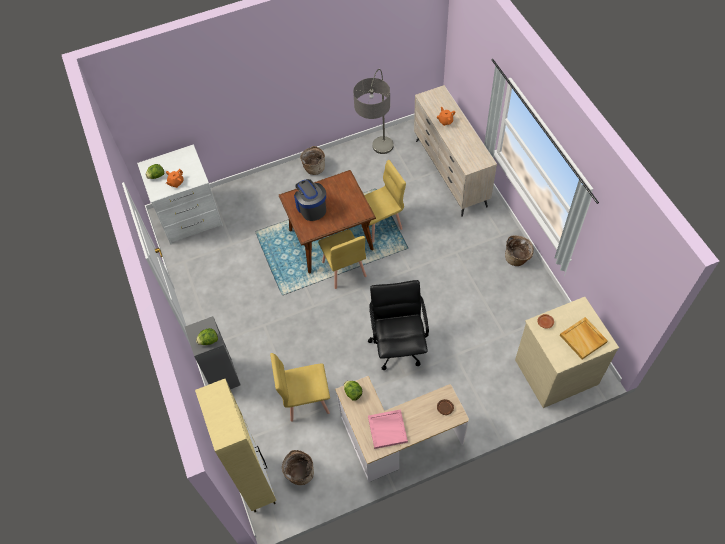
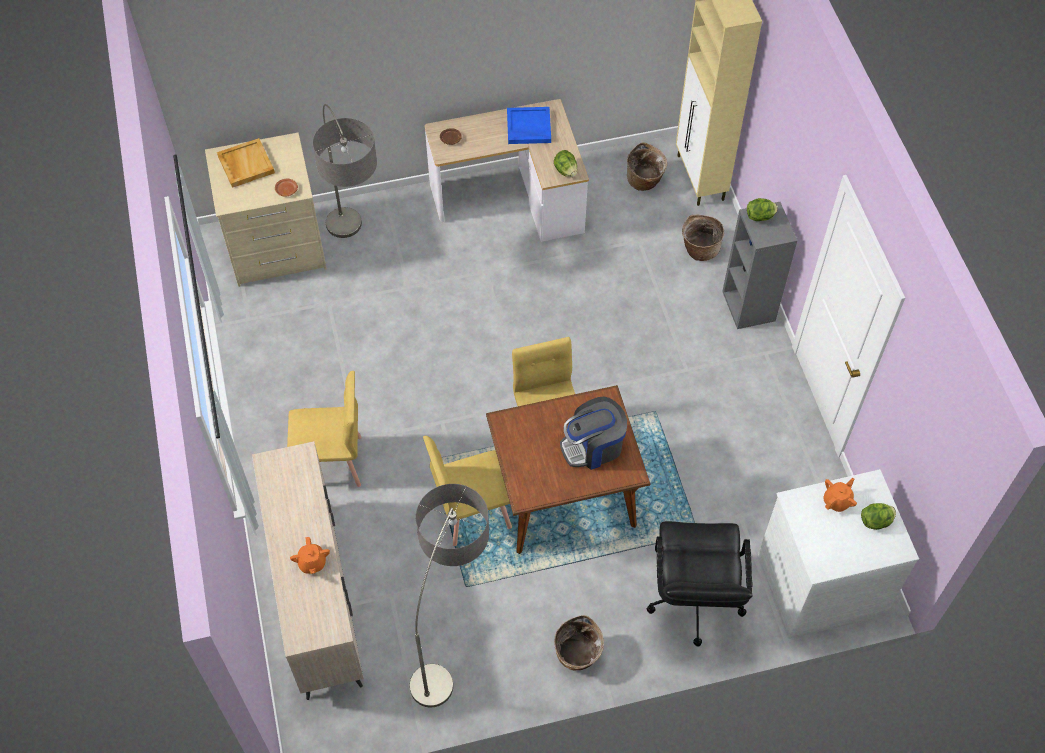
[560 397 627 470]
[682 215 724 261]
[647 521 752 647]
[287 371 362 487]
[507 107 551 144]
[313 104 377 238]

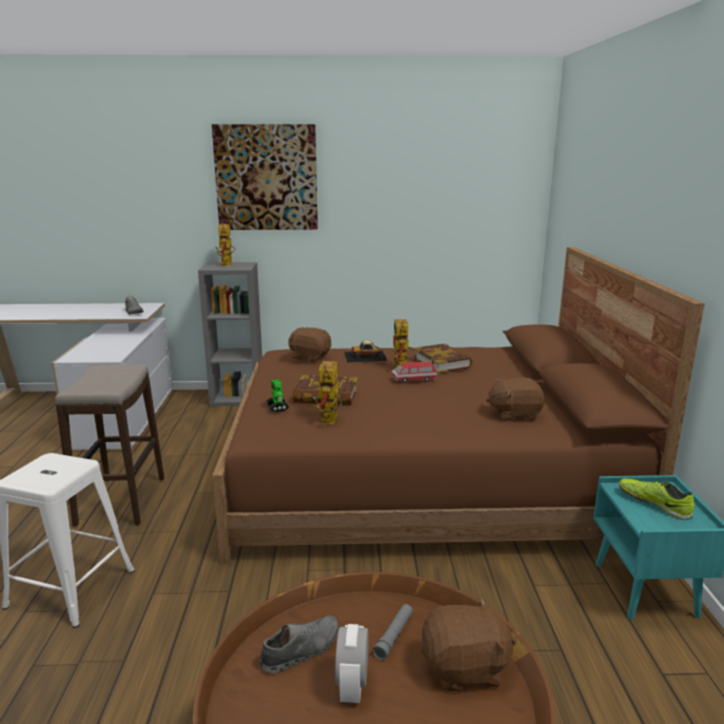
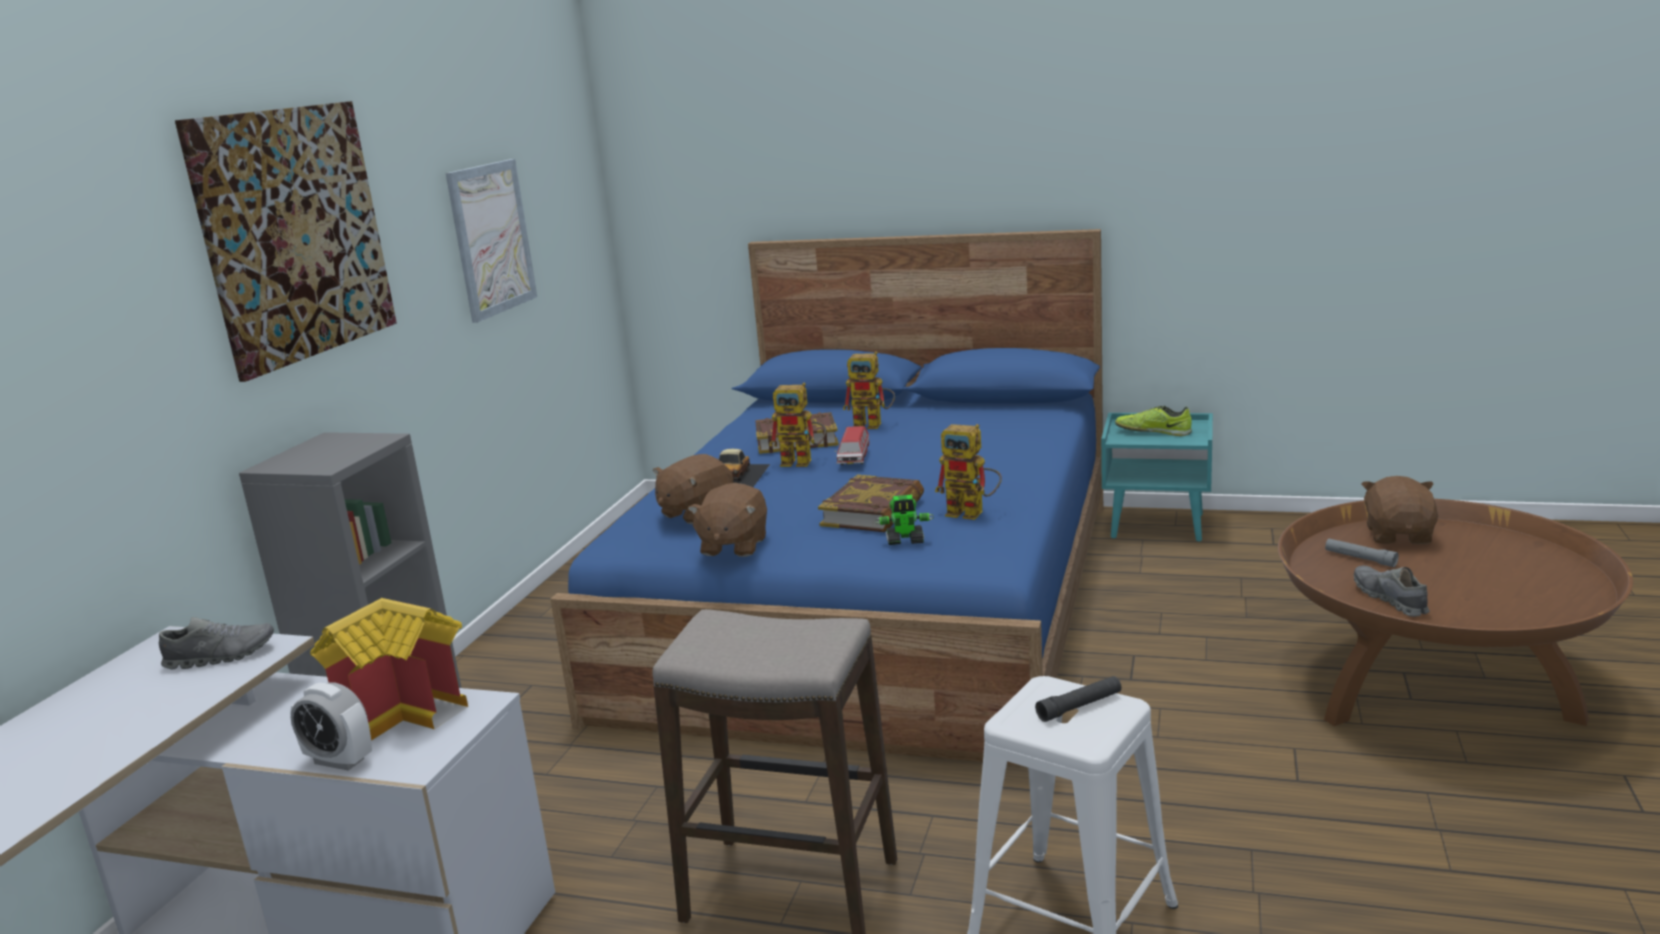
[843 351 895 429]
[550 229 1103 765]
[688 483 767 557]
[1115 406 1192 436]
[290 683 372 771]
[446 159 537 323]
[310 598 468 741]
[1035 676 1122 722]

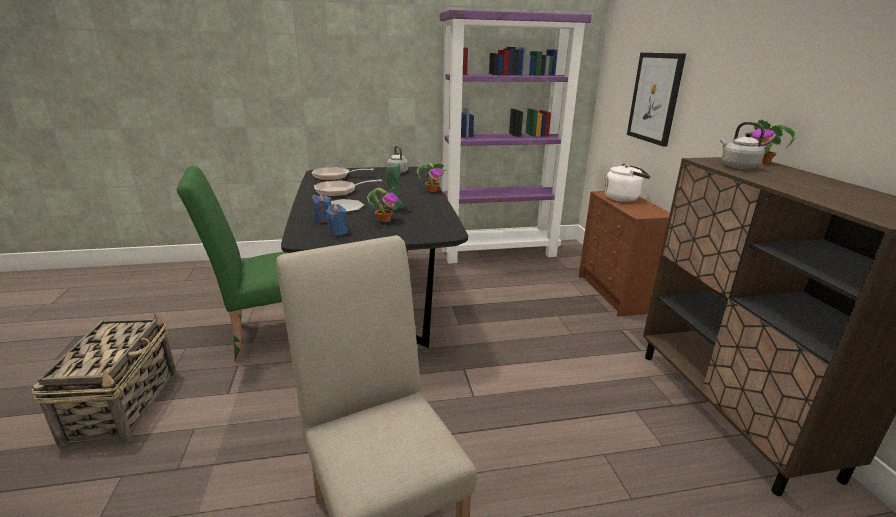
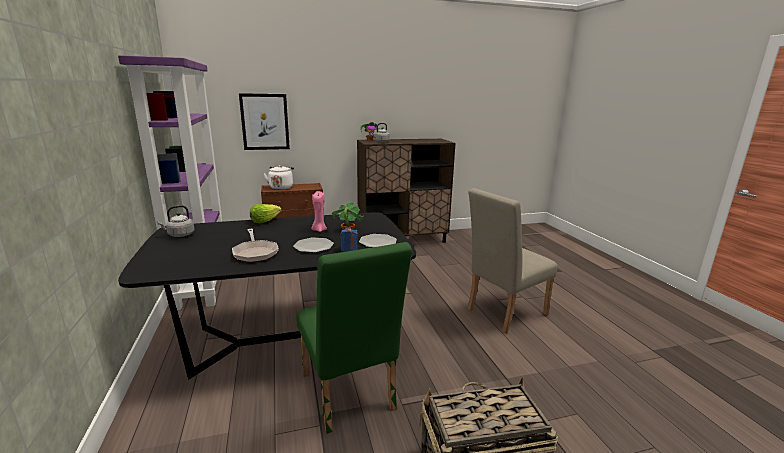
[250 204 282 223]
[312 191 327 232]
[312 167 373 180] (first image)
[359 234 397 247]

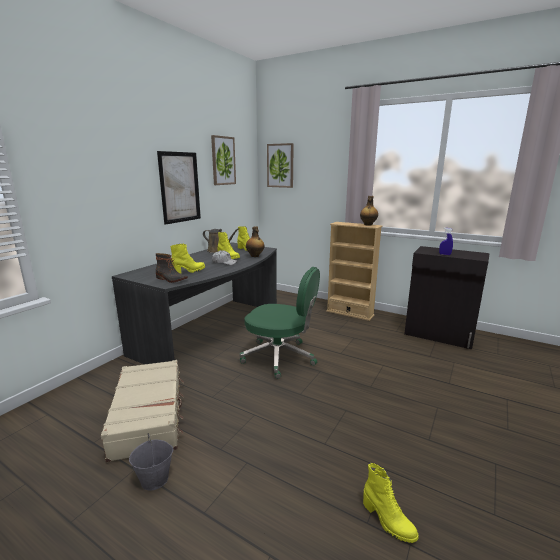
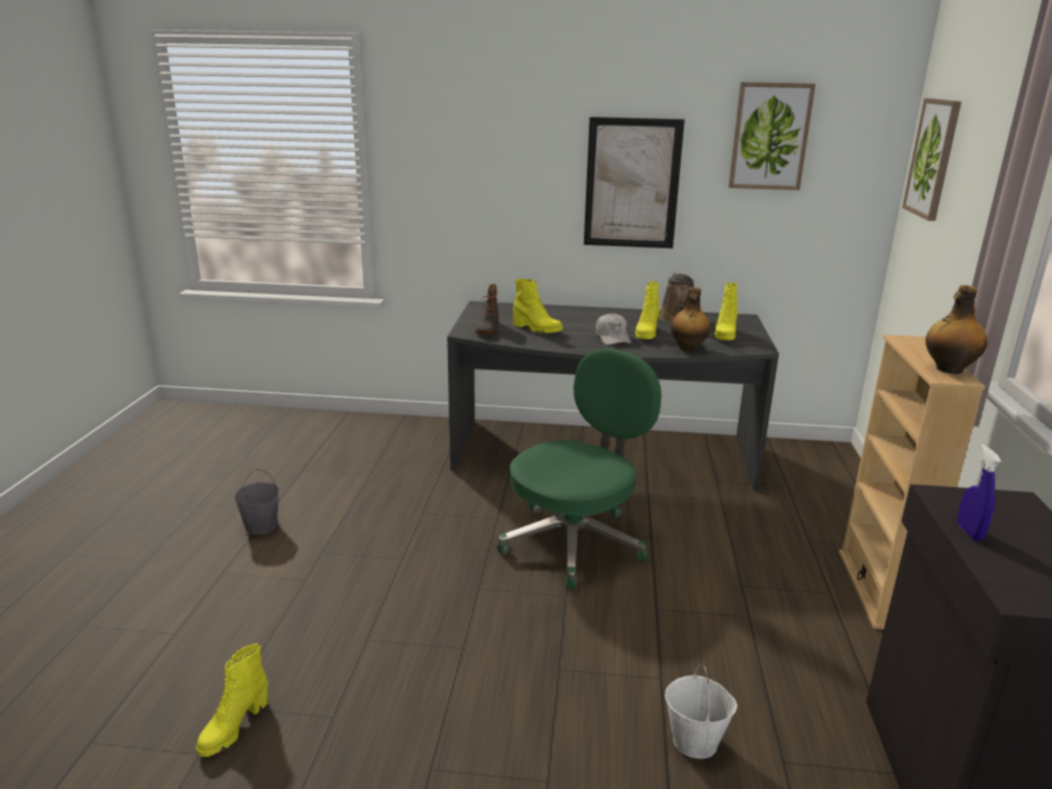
[497 348 662 589]
[101 360 184 462] (first image)
[665 664 737 759]

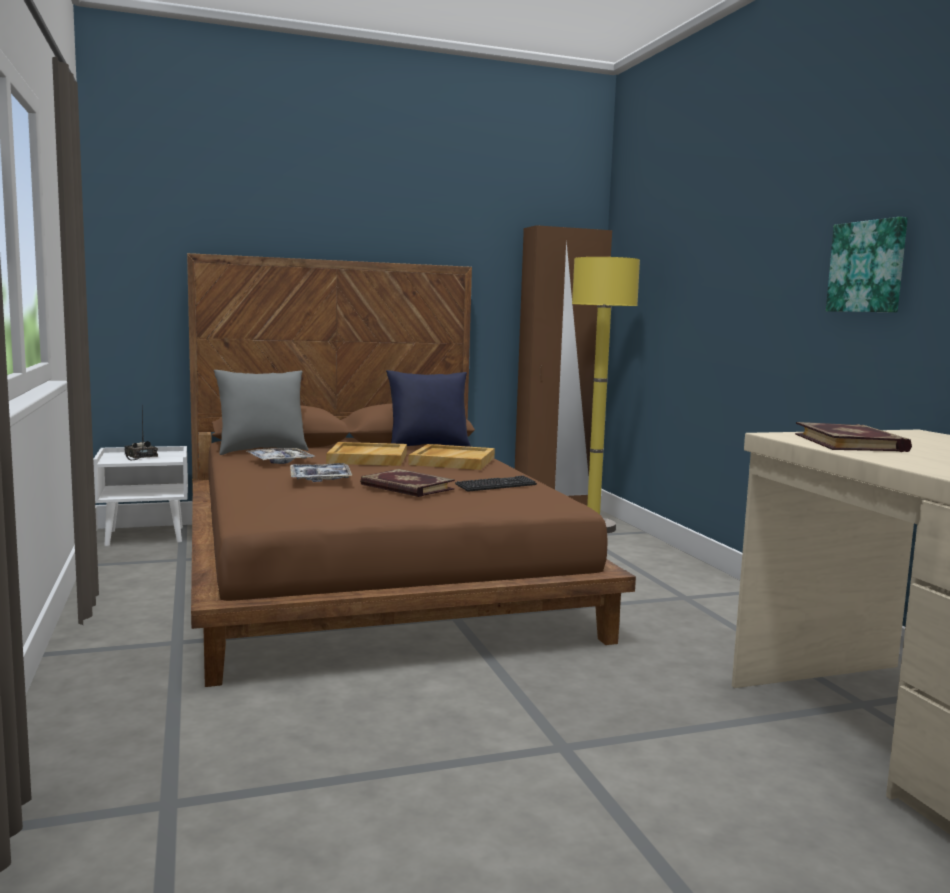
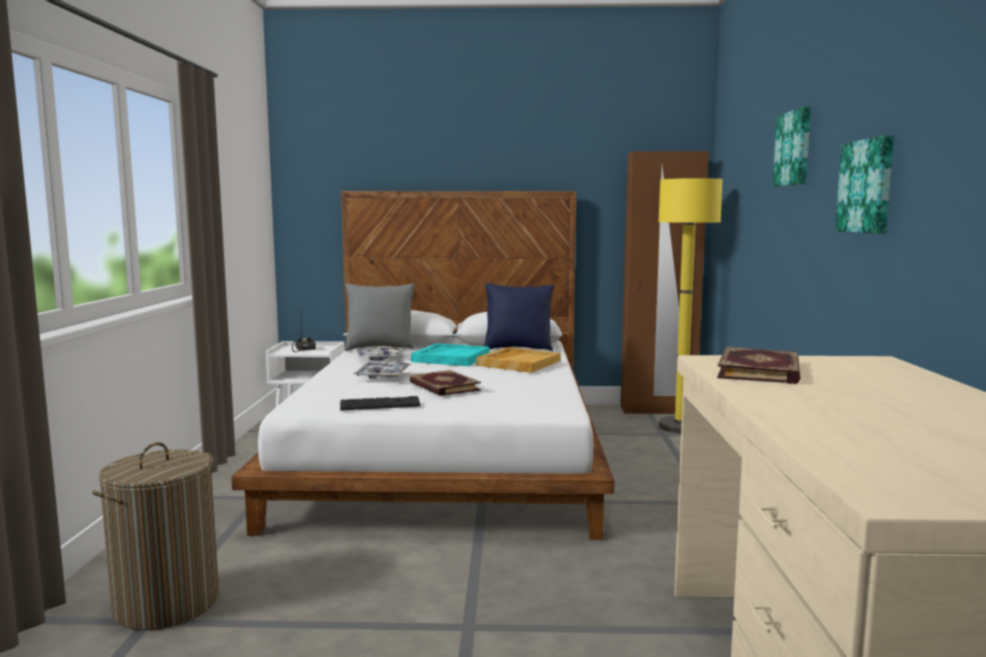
[231 191 615 540]
[411 343 490 366]
[340 396 420 411]
[772 107 811 187]
[92 442 219 630]

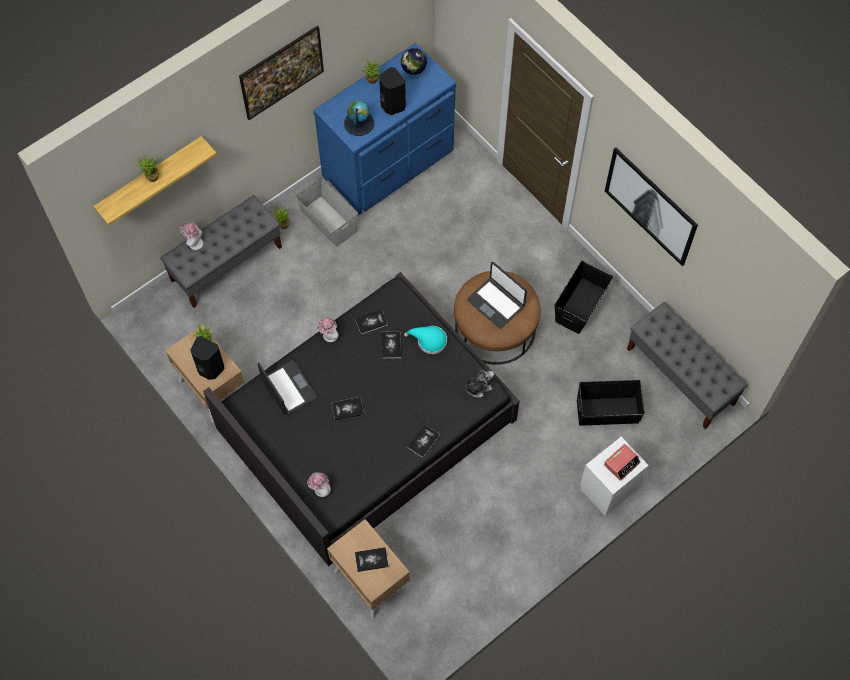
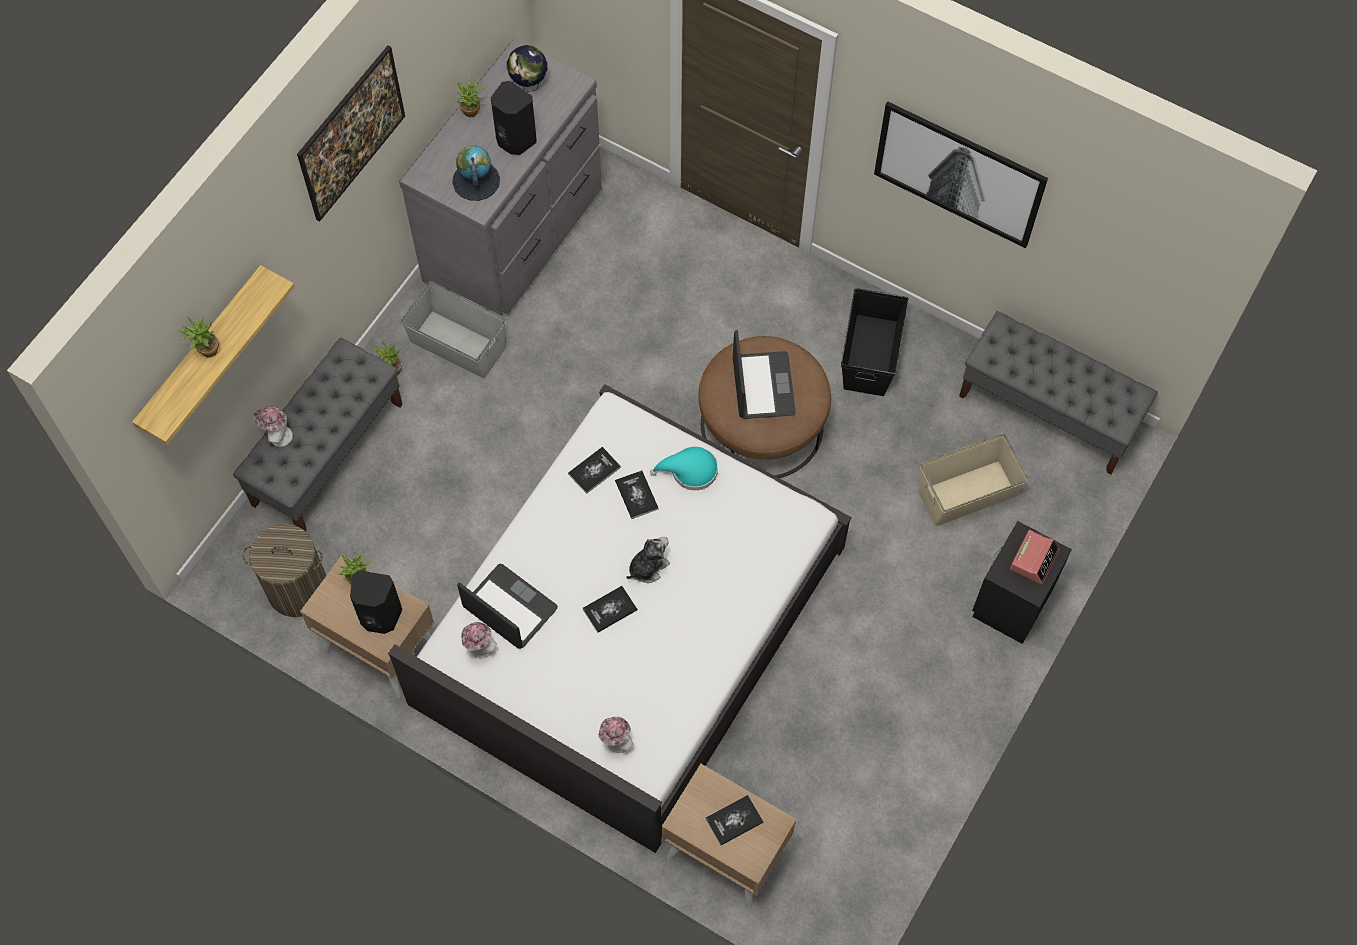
[399 39 602 316]
[733 330 796 419]
[388 384 852 853]
[461 622 497 658]
[626 537 670 583]
[918 433 1028 526]
[407 424 440 458] (first image)
[972 521 1072 644]
[242 524 326 617]

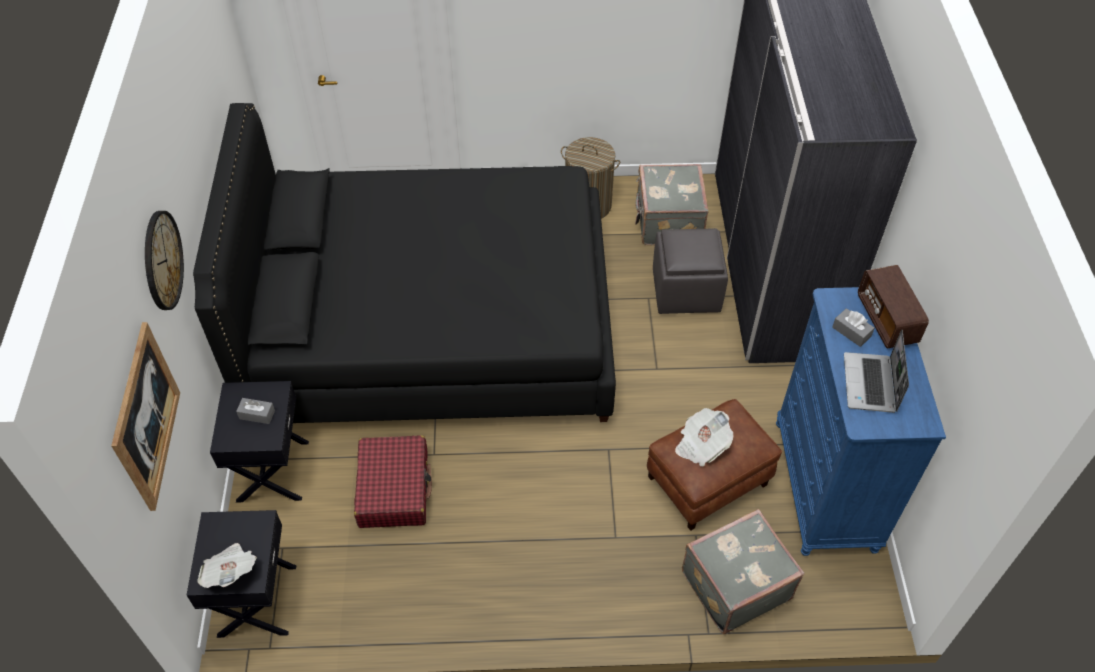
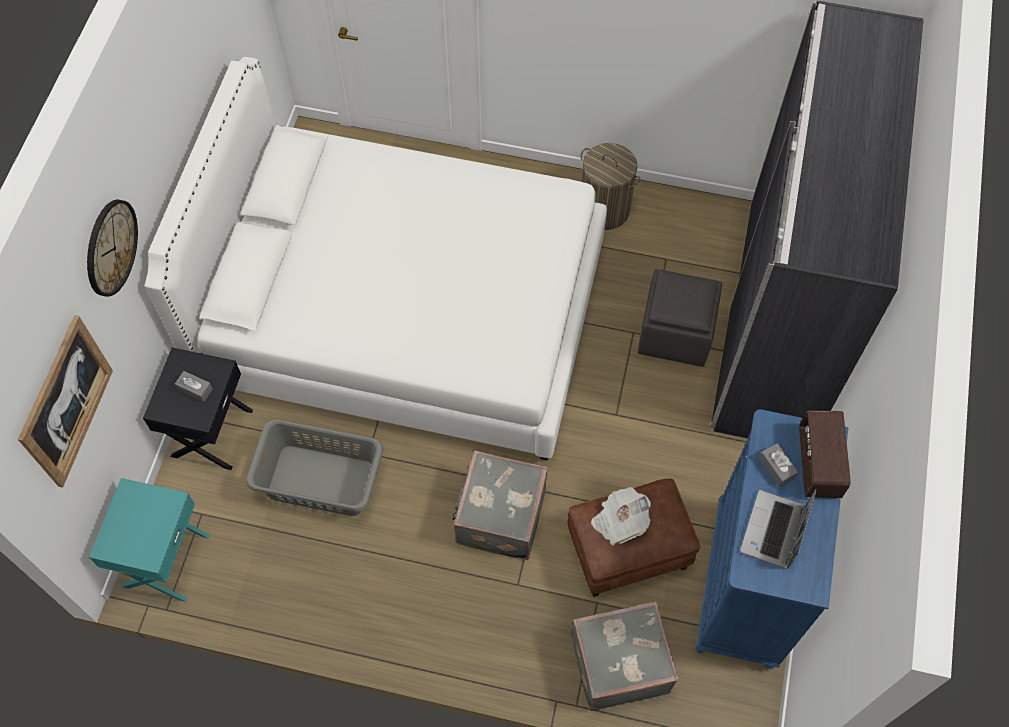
[145 57 607 461]
[452 450 548 560]
[246 419 383 516]
[89 478 210 602]
[197 543 257 588] (first image)

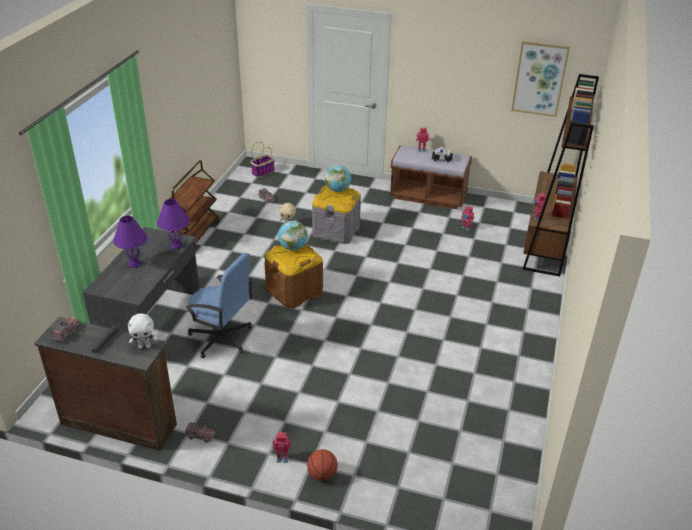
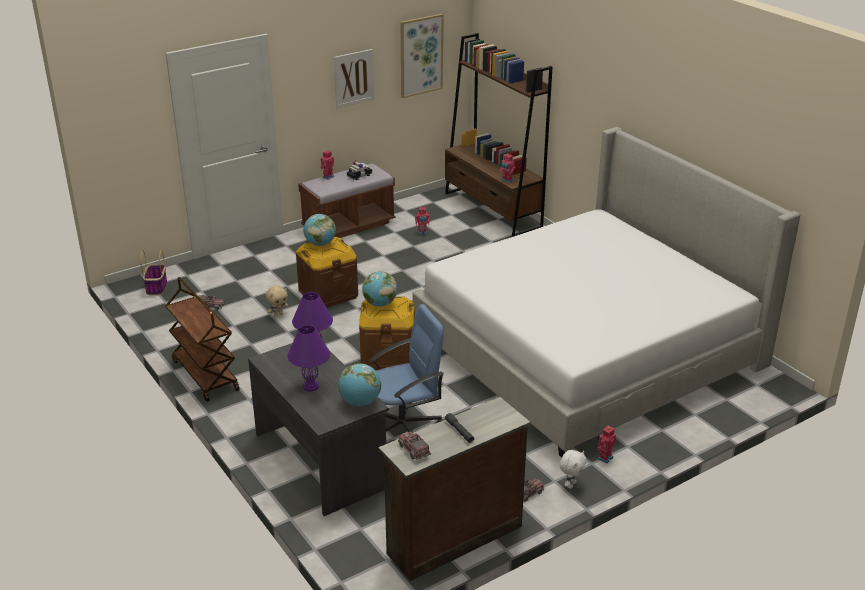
[296 237 358 308]
[560 450 587 489]
[307 449 338 481] (first image)
[334 49 374 108]
[412 127 800 457]
[338 363 381 406]

